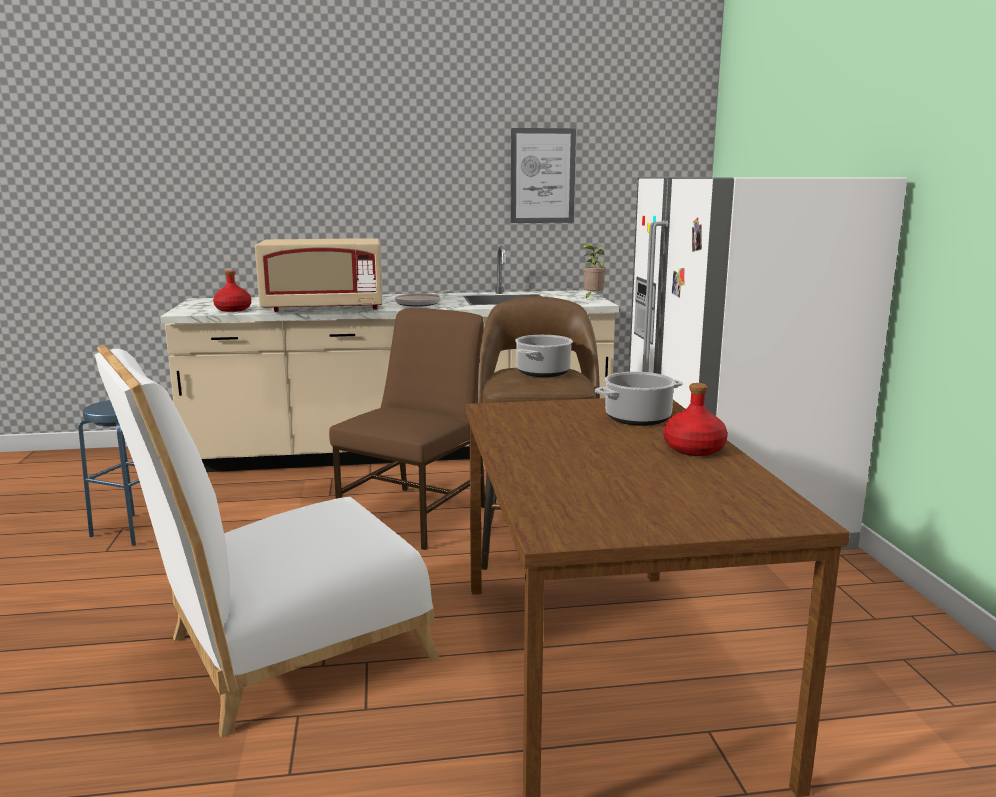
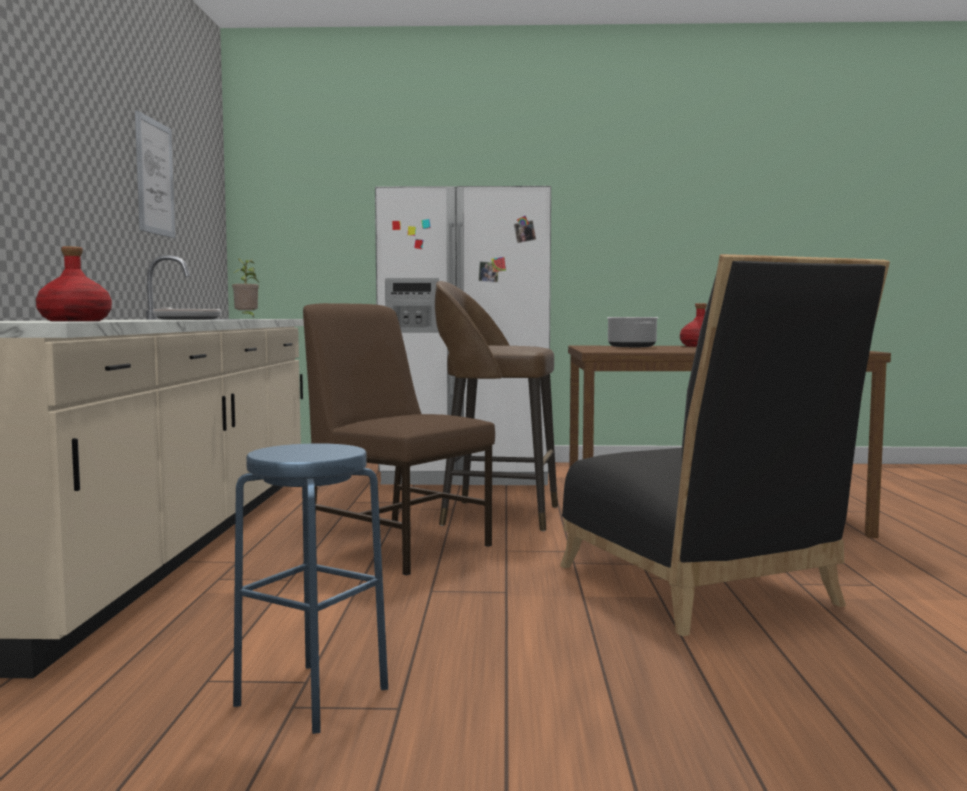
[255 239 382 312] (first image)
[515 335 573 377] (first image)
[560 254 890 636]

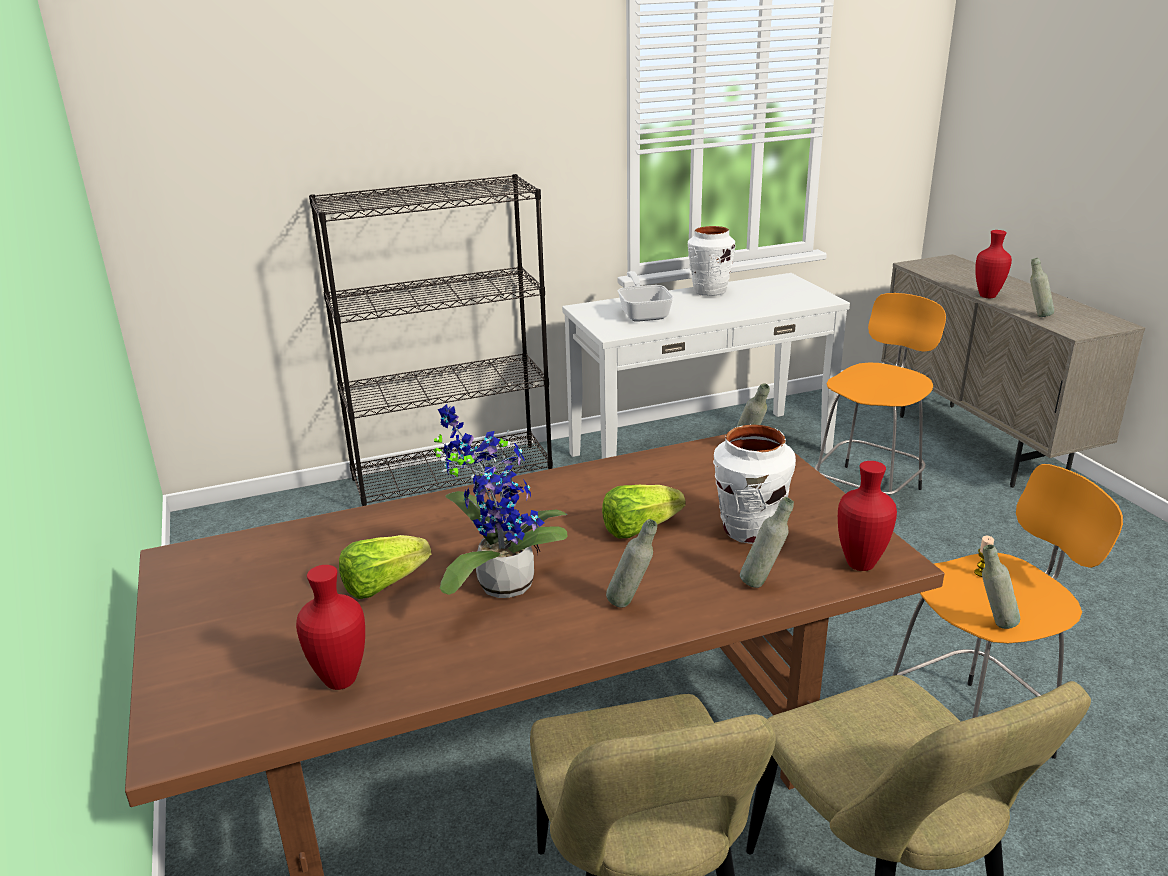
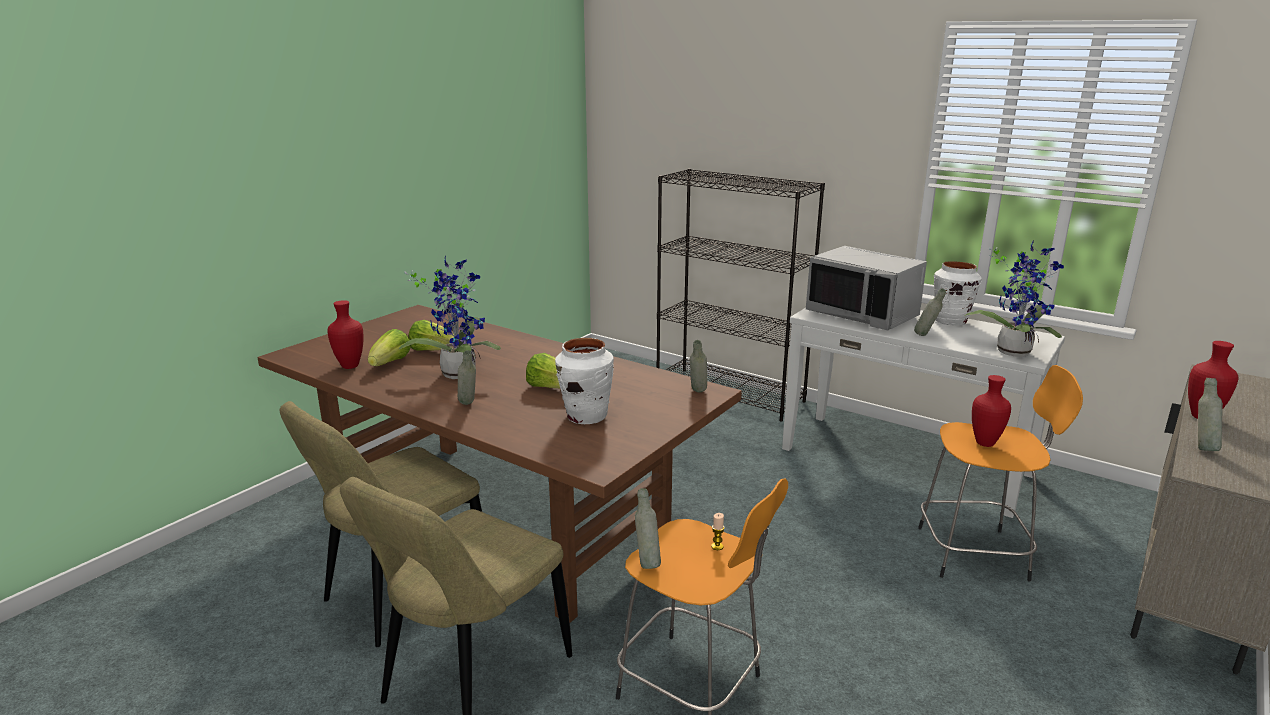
[806 246 927 330]
[972 375 1011 447]
[914 288 946 336]
[964 240 1064 357]
[368 329 411 366]

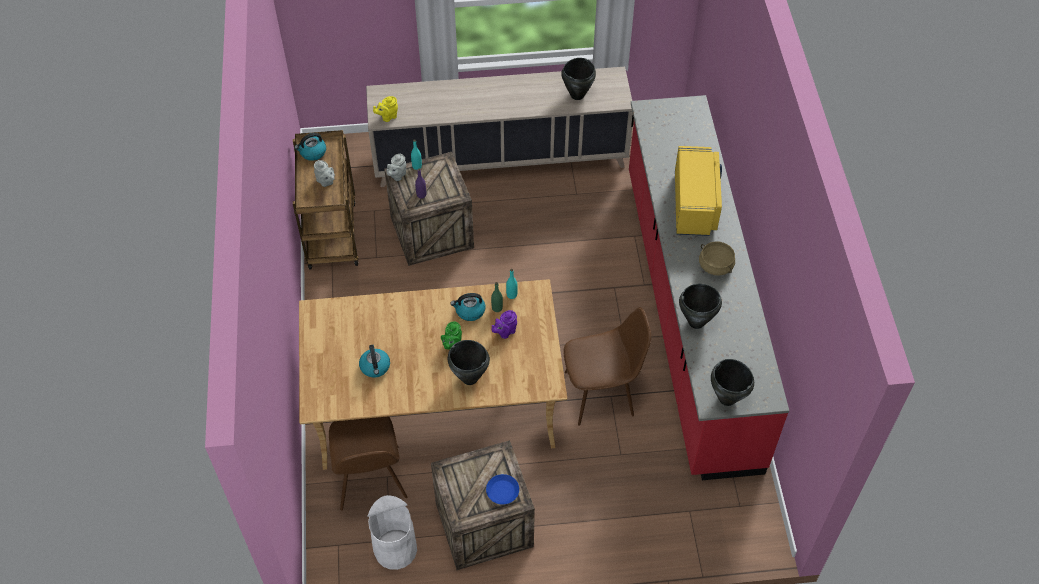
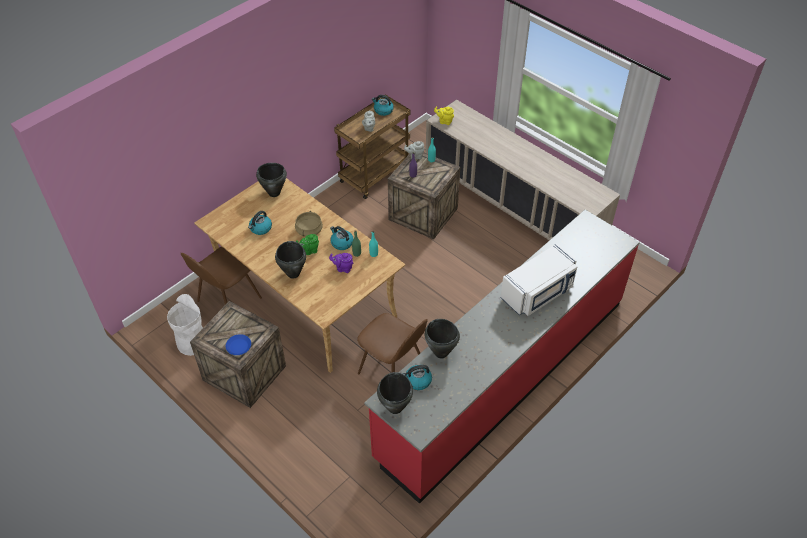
[256 163 287 197]
[500 244 578 316]
[295 211 323 237]
[402 365 432 390]

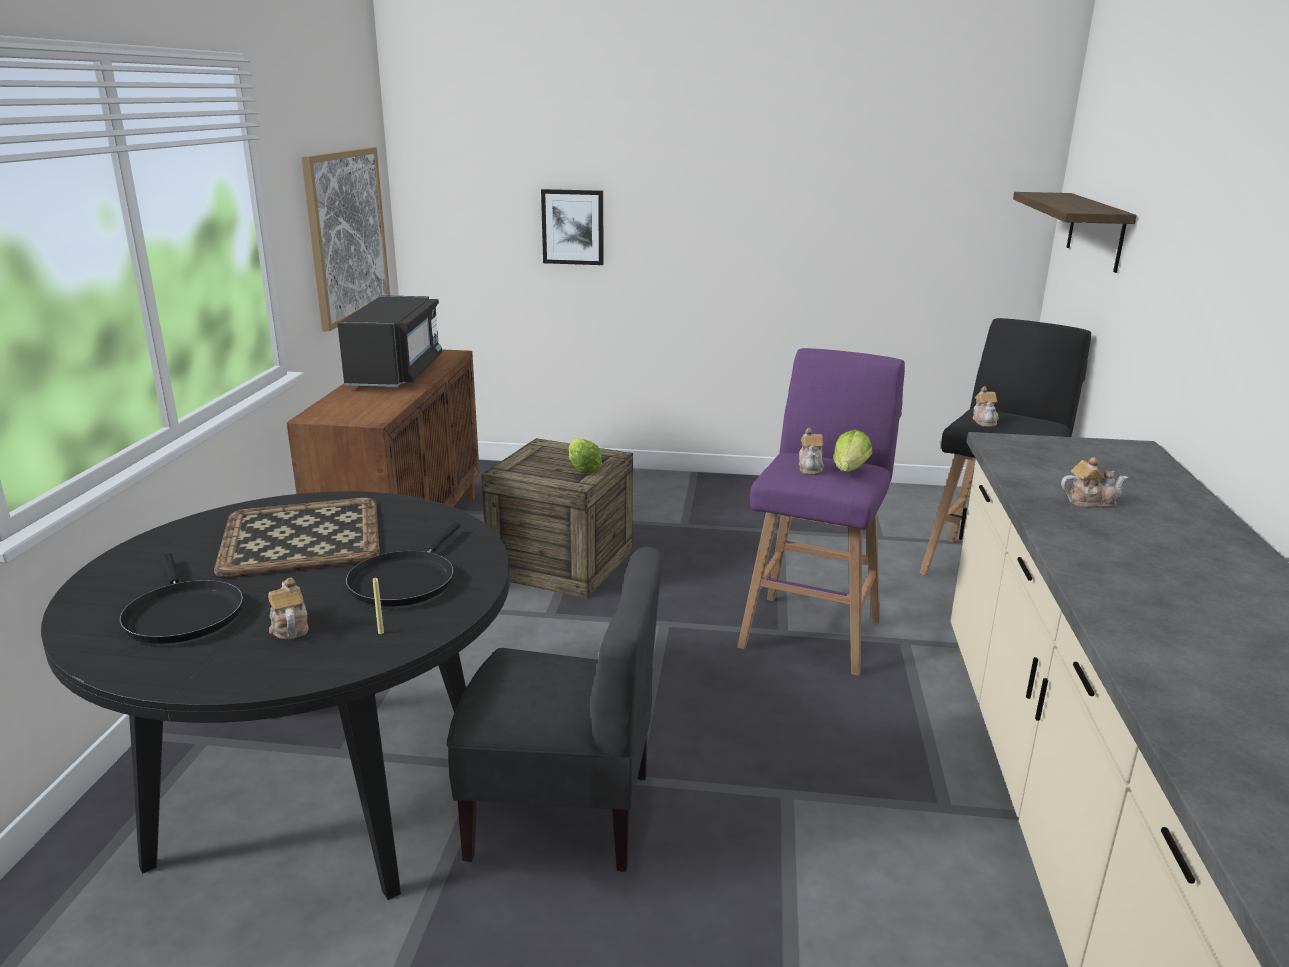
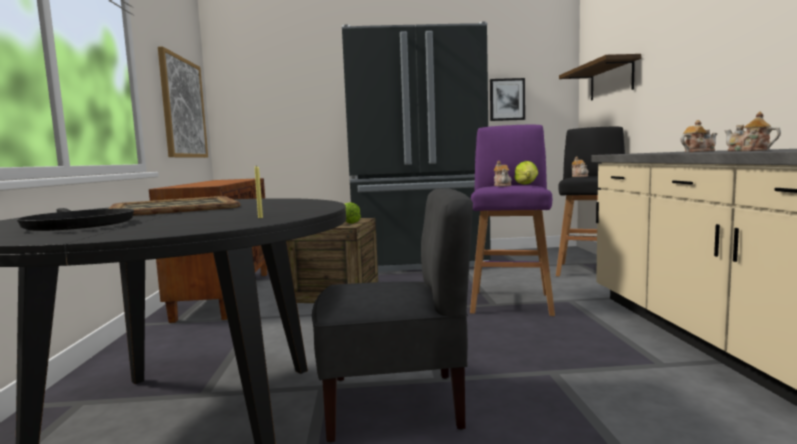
[490 78 525 121]
[337 295 442 387] (first image)
[346 522 461 606] (first image)
[724 111 781 152]
[342 21 491 272]

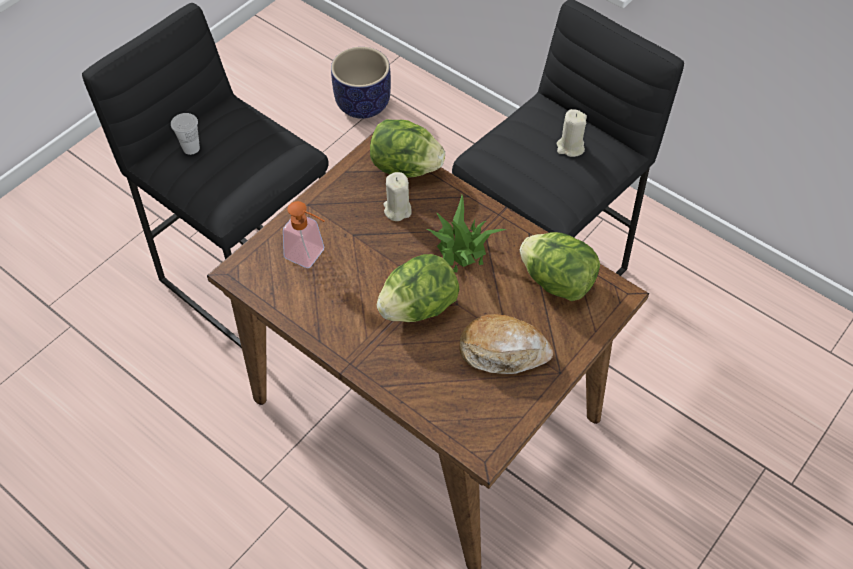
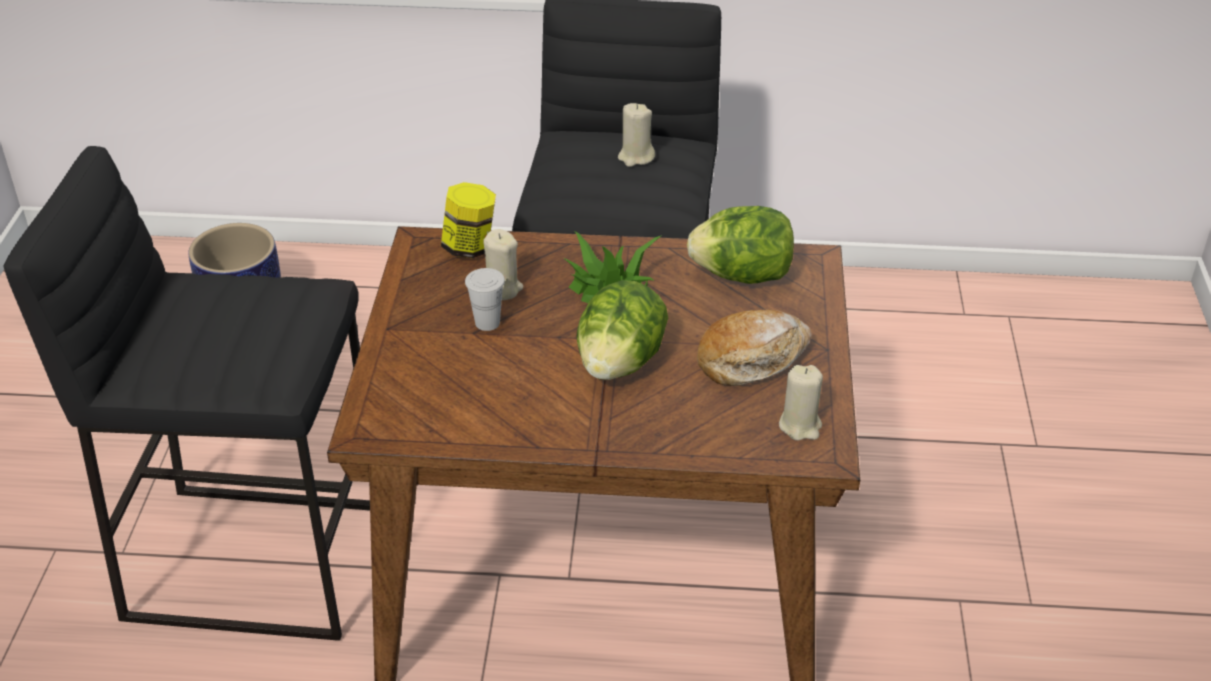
[465 268 505 331]
[441 182 496 258]
[283 201 325 268] (first image)
[779 365 823 441]

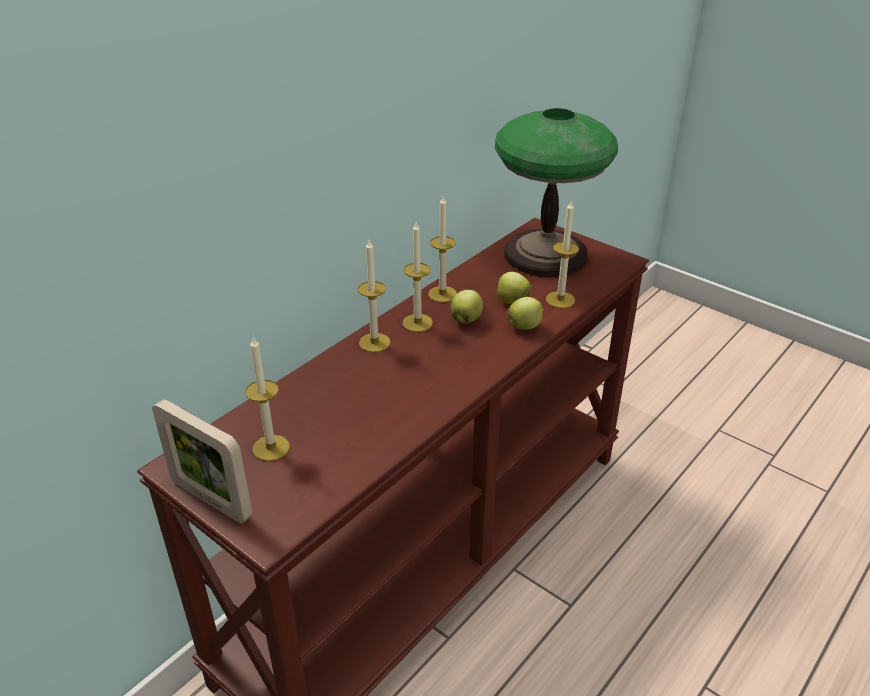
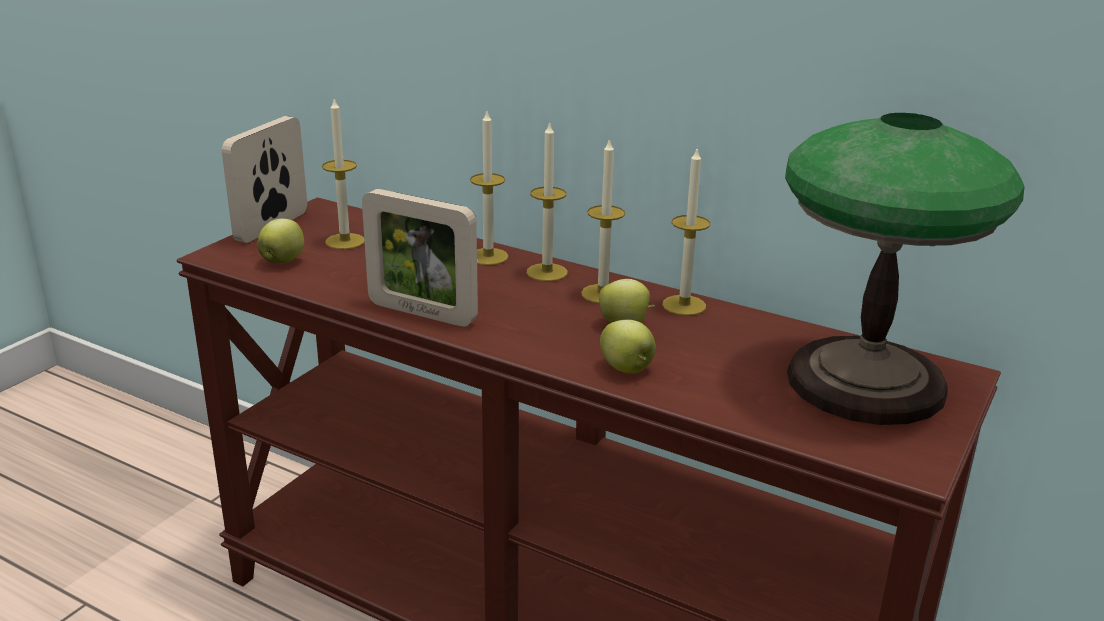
[470 111 509 265]
[257 219 304 263]
[362 189 478 327]

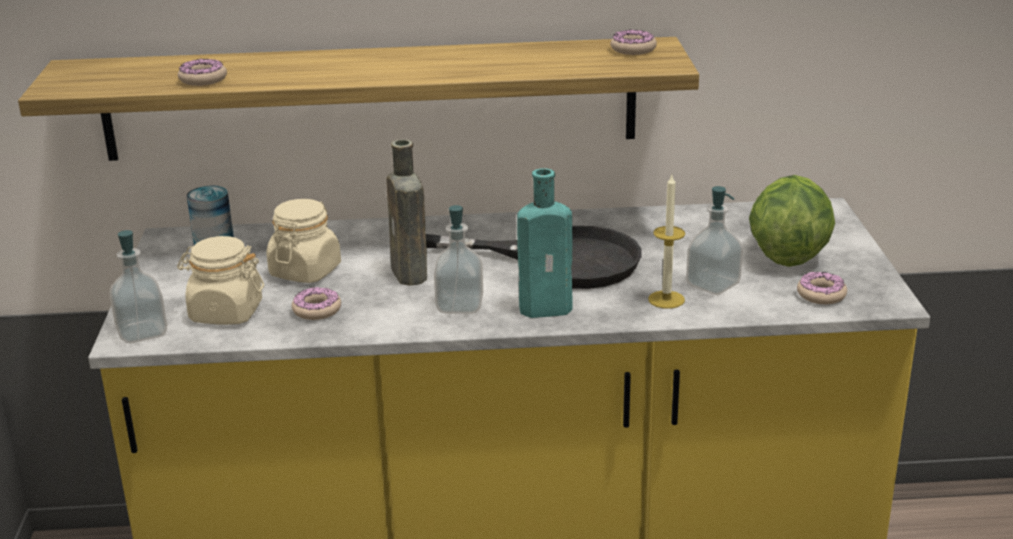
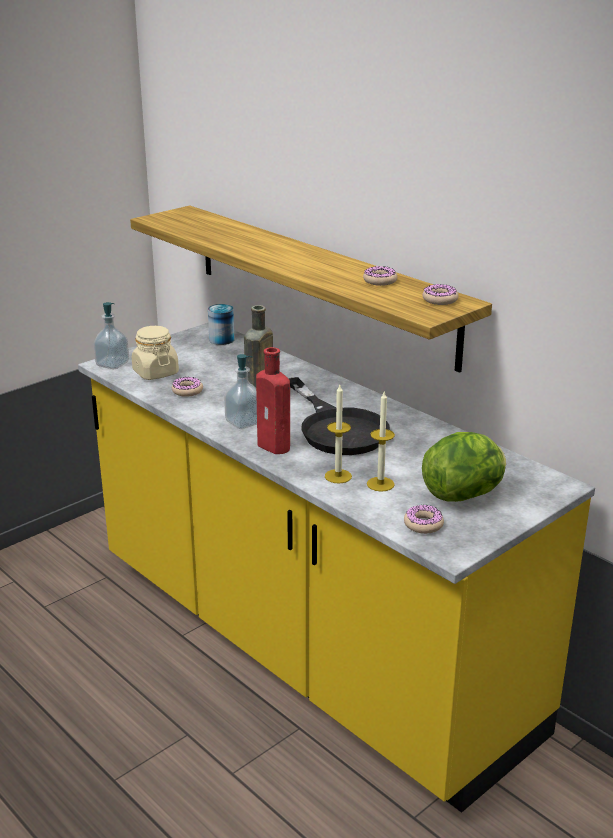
[363 266 397 286]
[256 347 290 454]
[367 390 395 492]
[266 199 341 283] (first image)

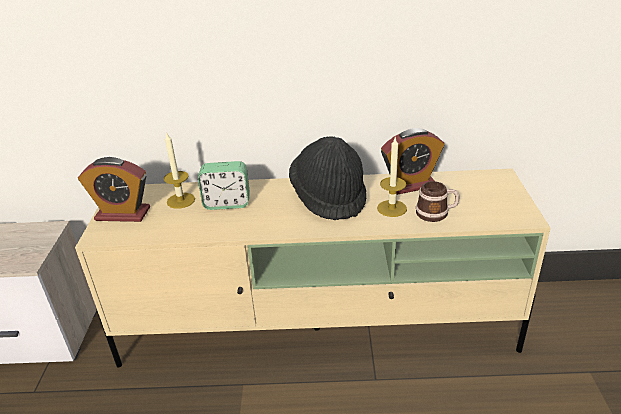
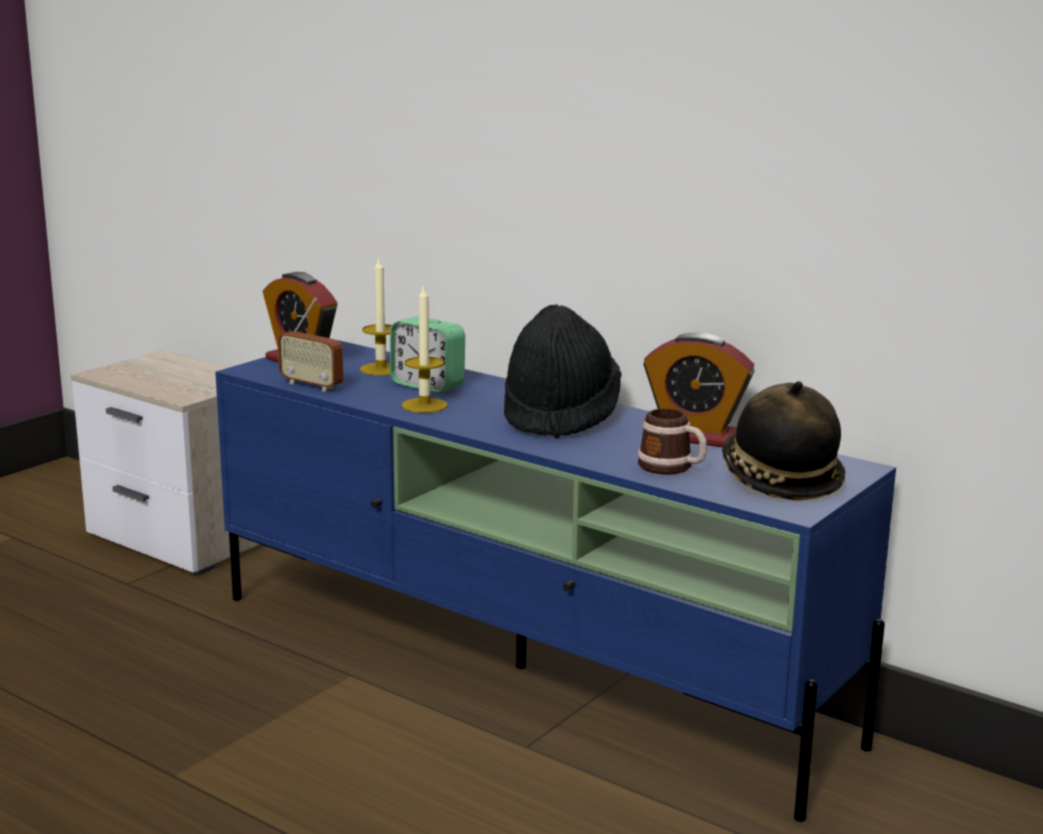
[402 284 448 413]
[215 340 896 822]
[278 298 343 392]
[722 381 845 501]

